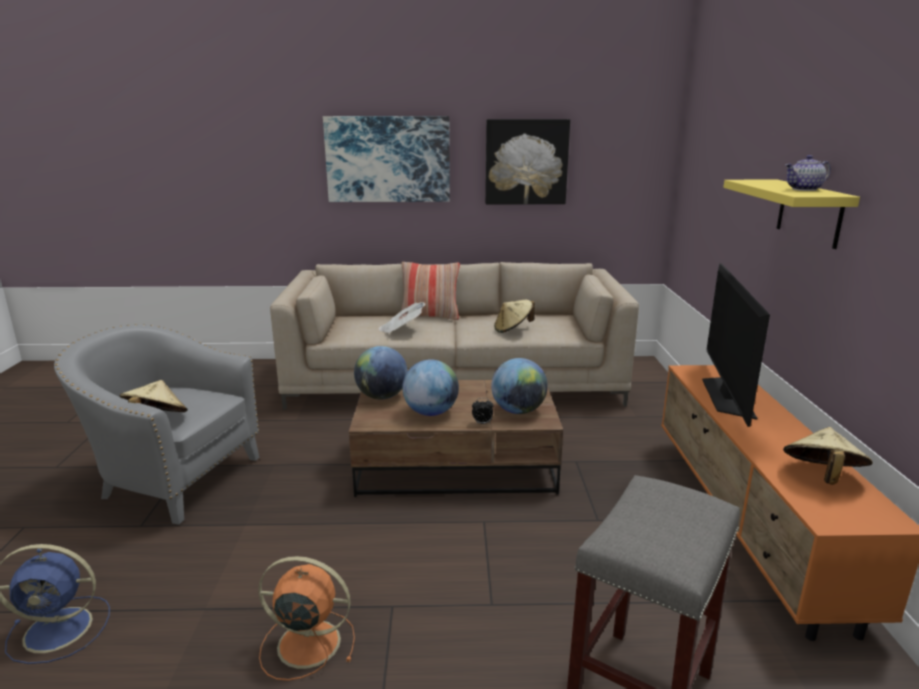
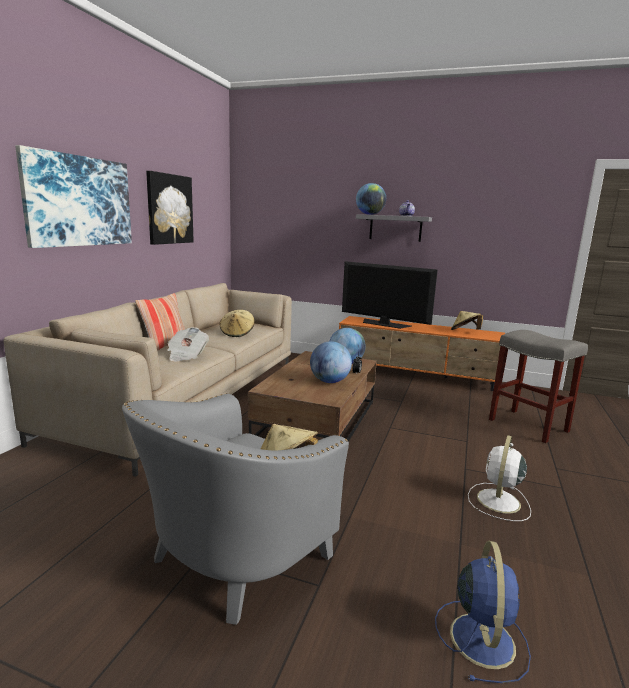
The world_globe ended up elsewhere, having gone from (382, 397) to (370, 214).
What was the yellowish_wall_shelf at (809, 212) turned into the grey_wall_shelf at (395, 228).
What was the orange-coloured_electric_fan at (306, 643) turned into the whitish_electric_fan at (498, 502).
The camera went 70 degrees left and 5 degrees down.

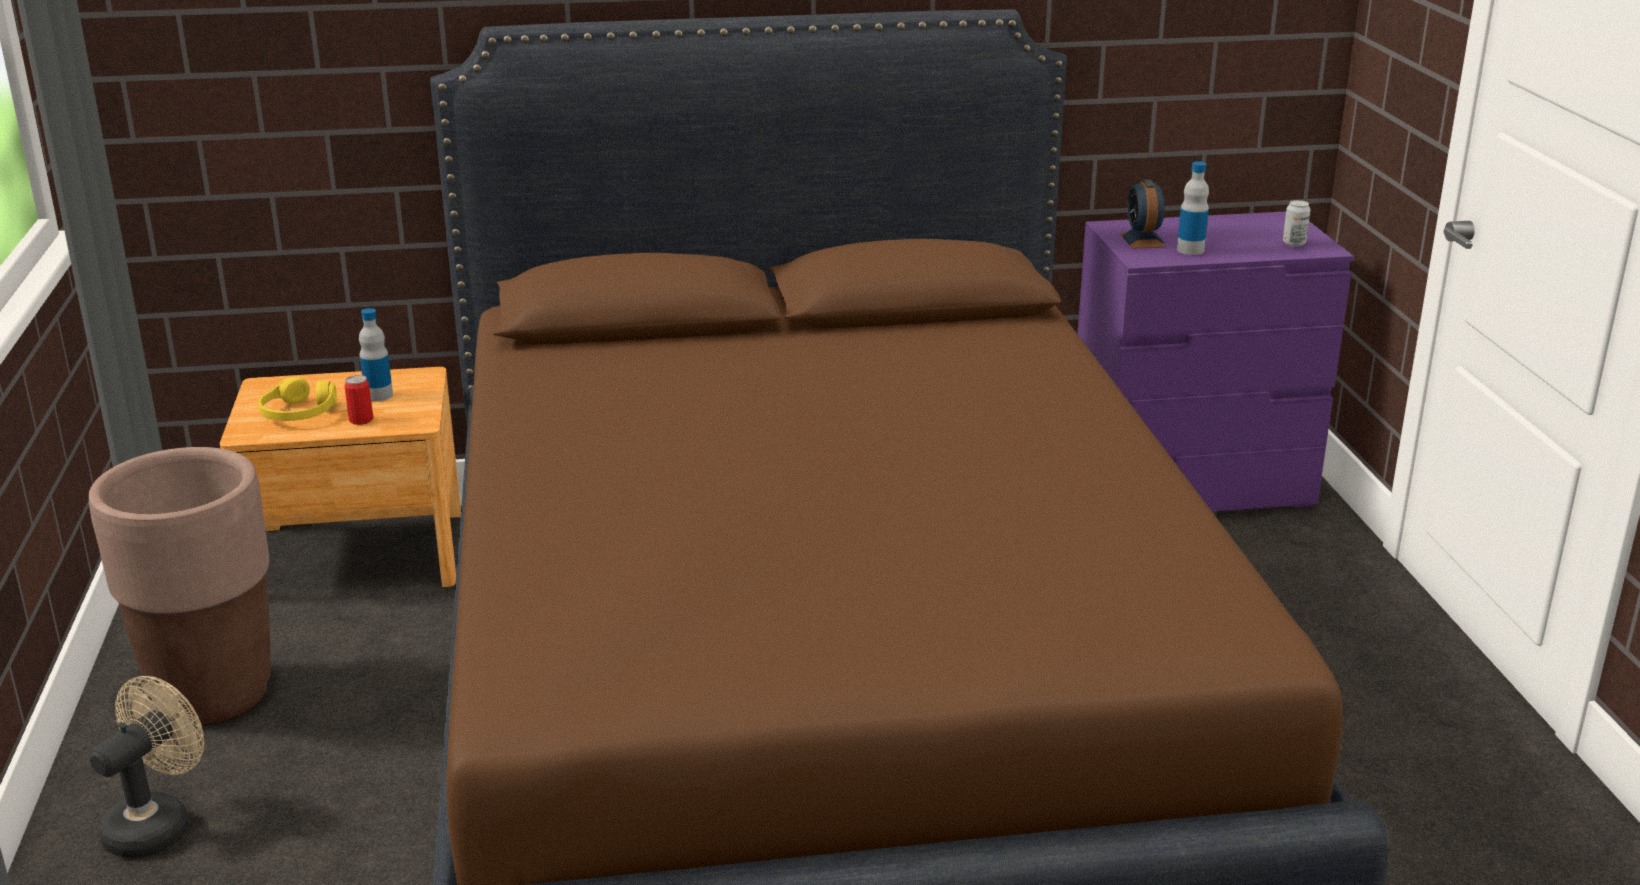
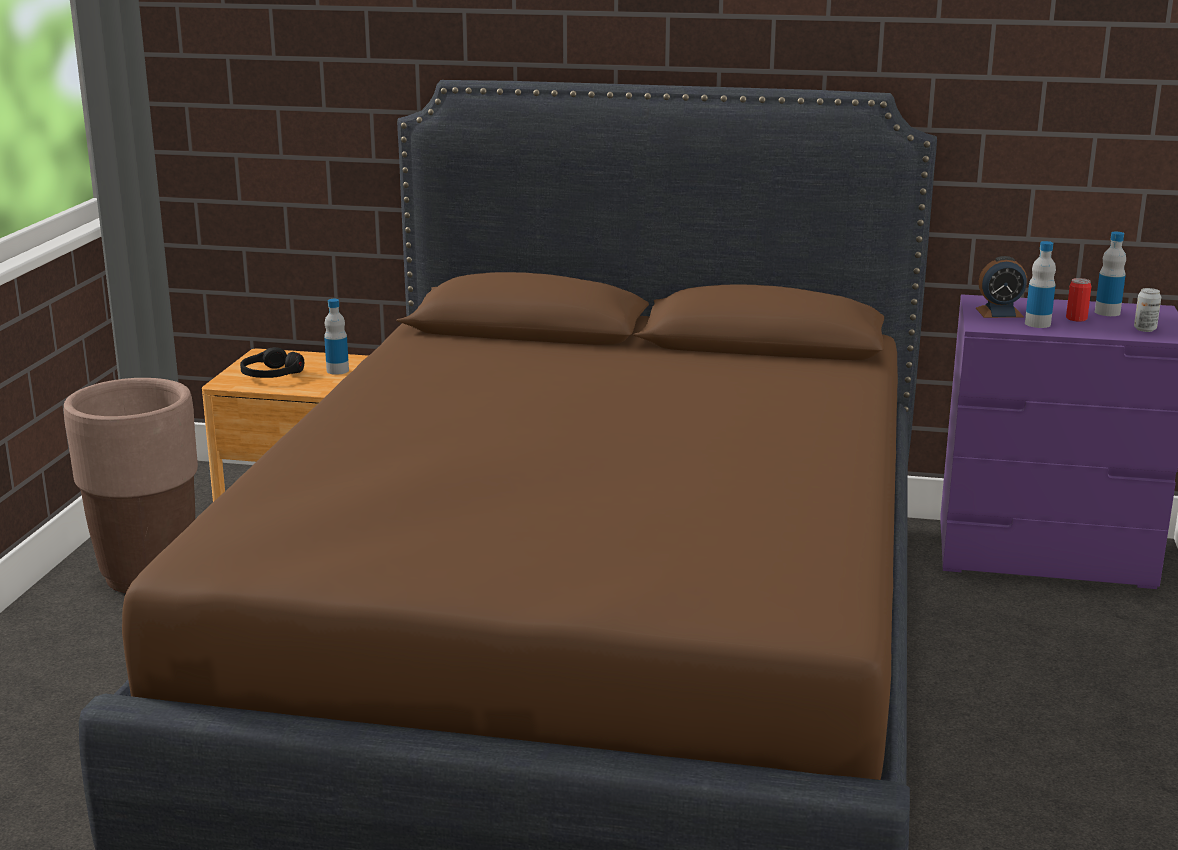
What was the yellowish_pair_of_headphones at (298, 413) turned into the black-coloured_pair_of_headphones at (271, 375).
The bedside_clock at (1142, 240) ended up facing another way, 105 degrees counterclockwise from before.
The metal_can ended up elsewhere, having gone from (361, 420) to (1076, 318).
The second view gained the drink_bottle at (1107, 312).
The second view lost the beige_electric_fan at (157, 824).
The camera went 20 degrees right and 5 degrees down.

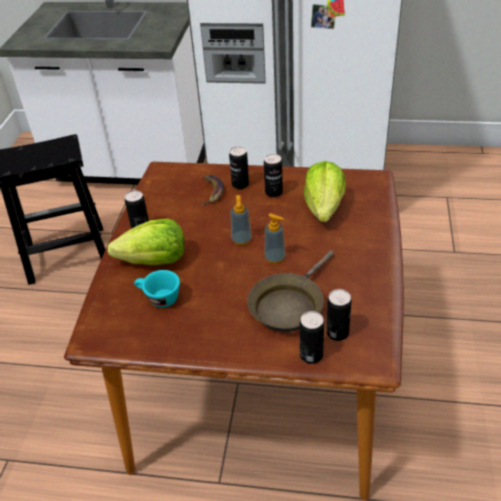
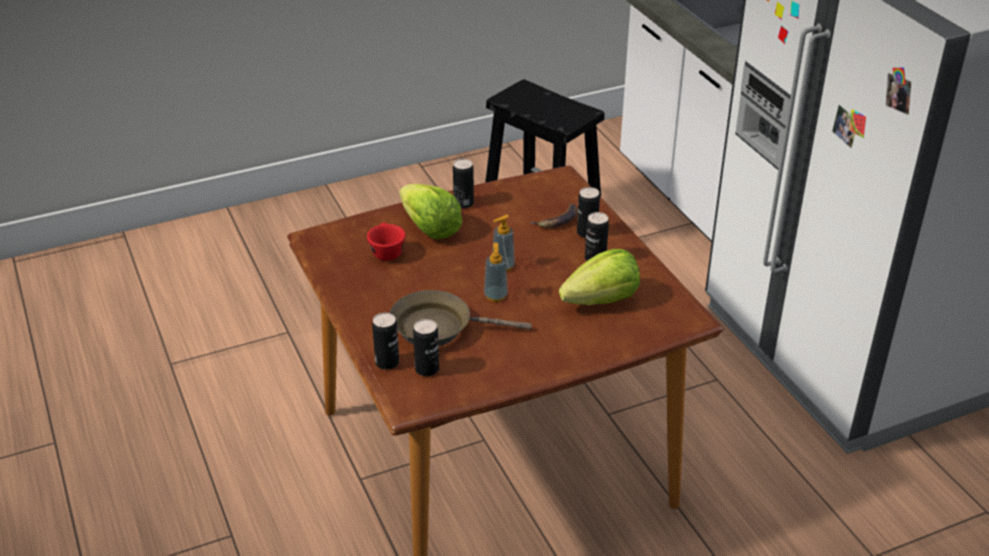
What was the turquoise-coloured_cup at (158, 298) turned into the reddish_cup at (386, 251).
The camera went 55 degrees right and 5 degrees down.

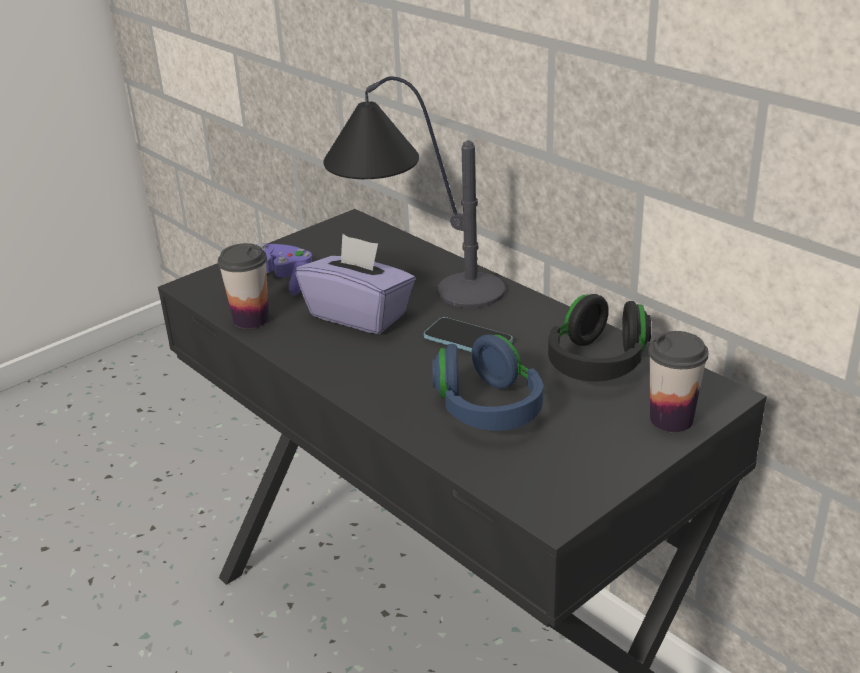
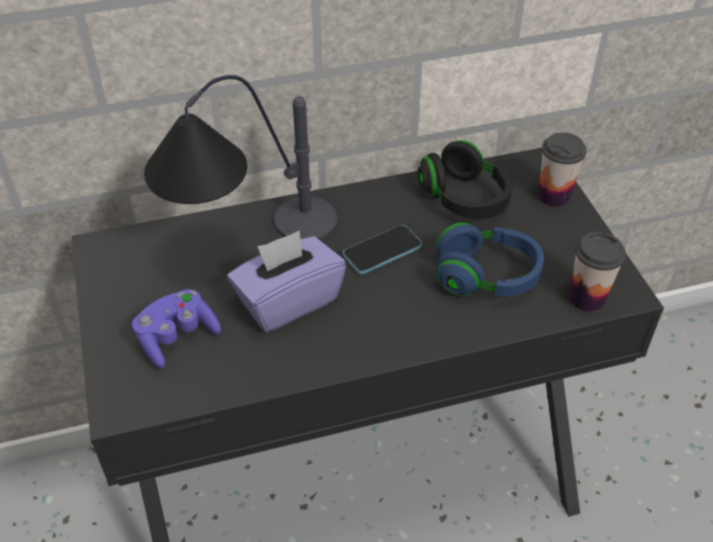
The cup ended up elsewhere, having gone from (251, 319) to (587, 298).
The camera went 65 degrees left and 15 degrees up.

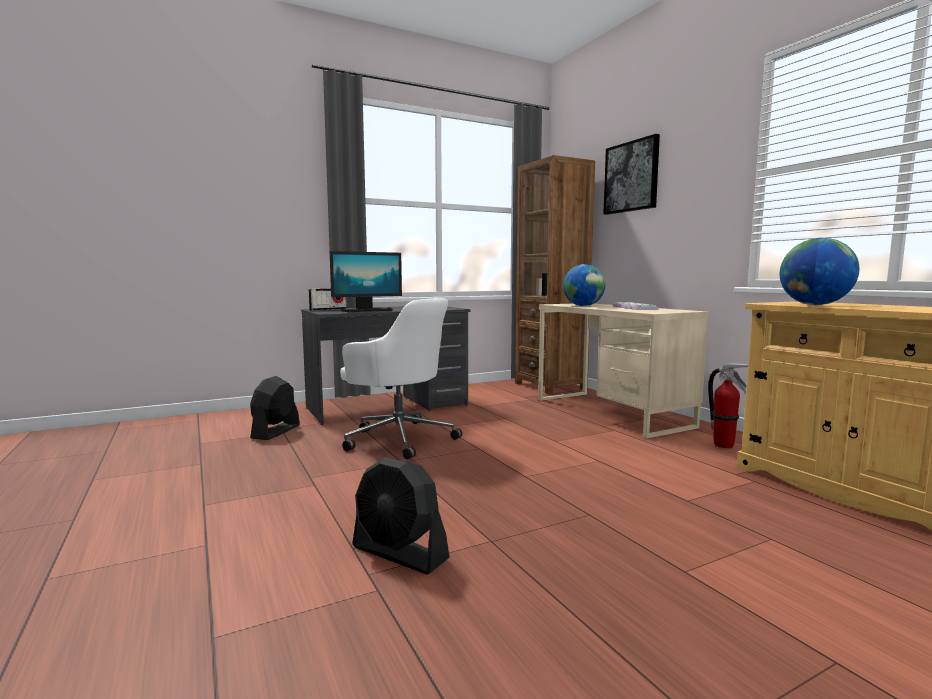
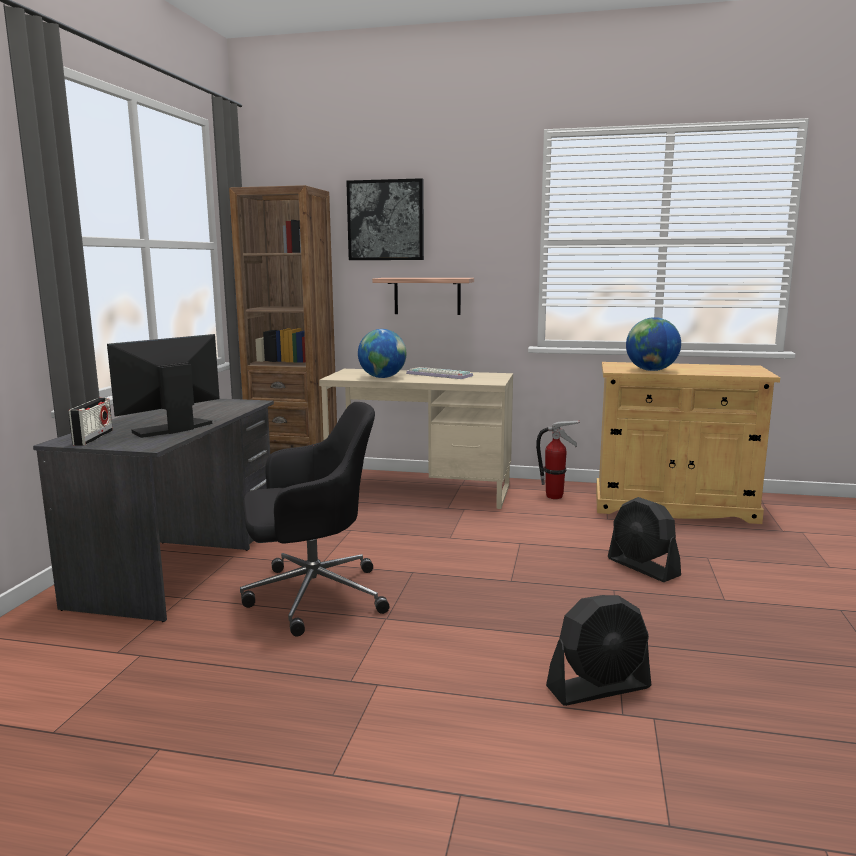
The computer_screen at (367, 310) ended up facing another way, 150 degrees counterclockwise from before.
What was the whitish_desk_chair at (399, 438) turned into the black-coloured_desk_chair at (312, 596).
The second view gained the wall_shelf at (427, 296).
The black-coloured_electric_fan ended up elsewhere, having gone from (275, 431) to (643, 567).
The camera went 50 degrees left and 5 degrees up.

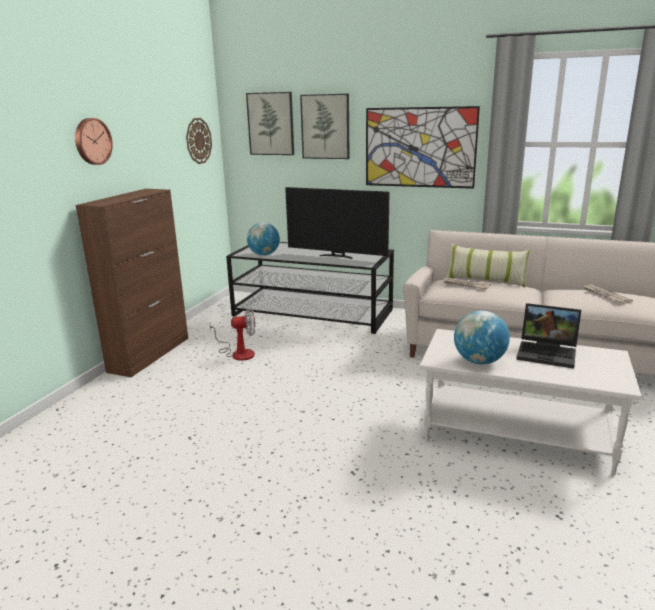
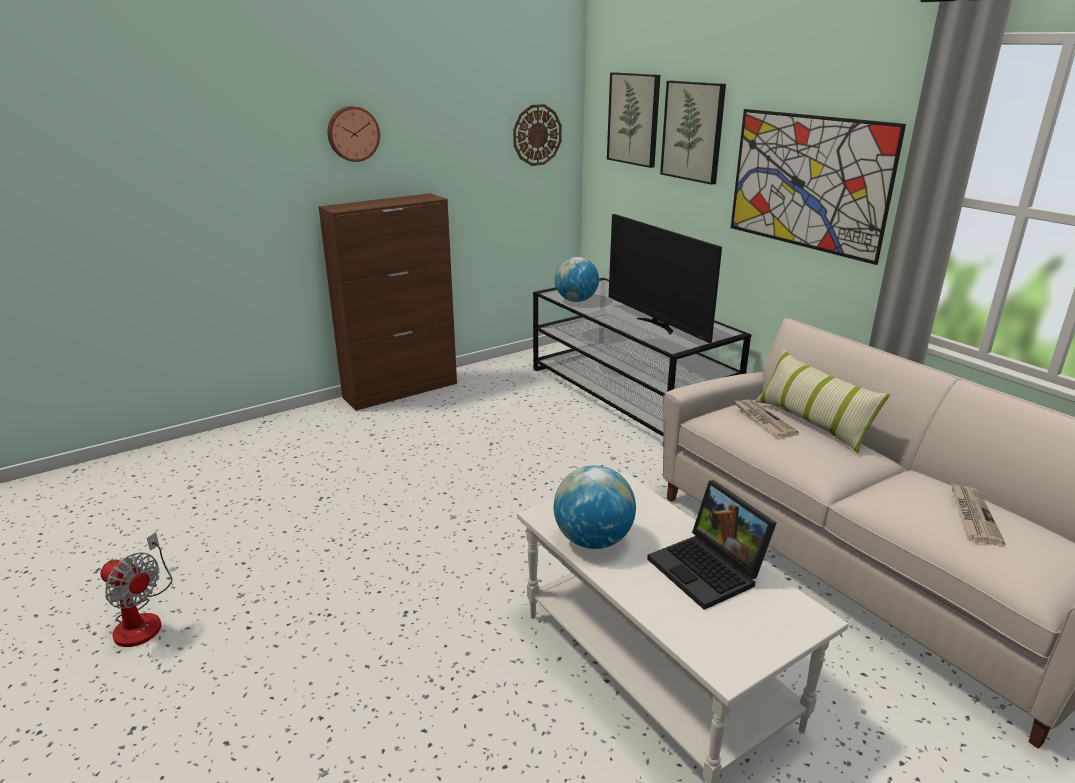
The electric_fan ended up elsewhere, having gone from (238, 353) to (142, 619).
The camera went 35 degrees right and 5 degrees up.

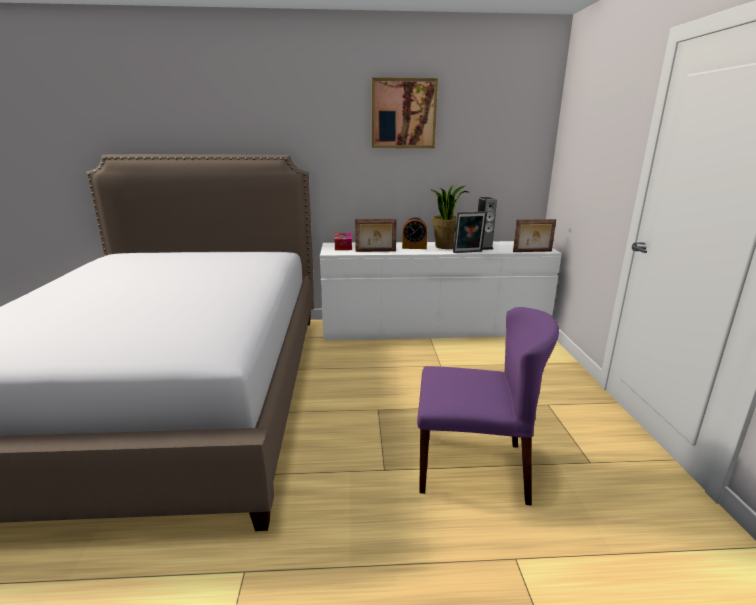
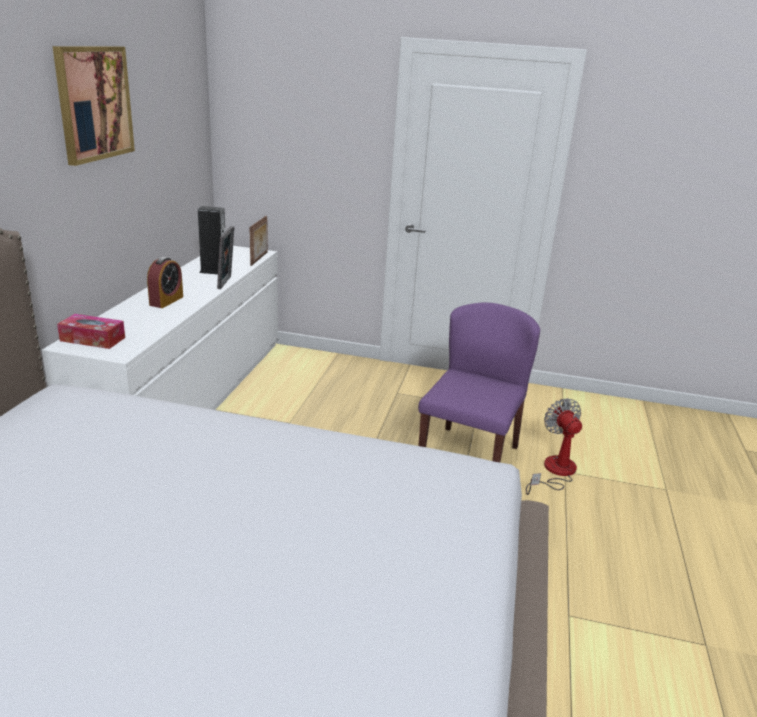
The second view gained the electric_fan at (554, 472).
The second view lost the standing_frame at (375, 251).
The second view lost the plant_in_a_pot at (446, 246).
The camera went 75 degrees left and 5 degrees up.

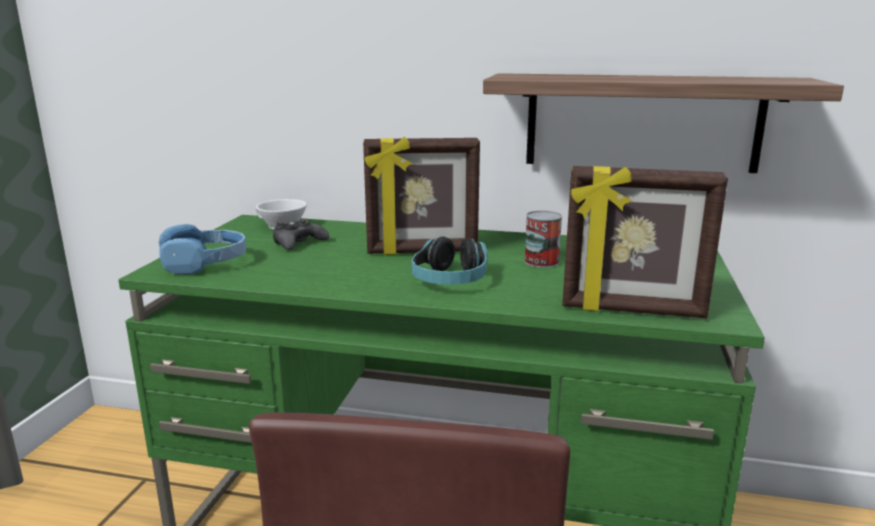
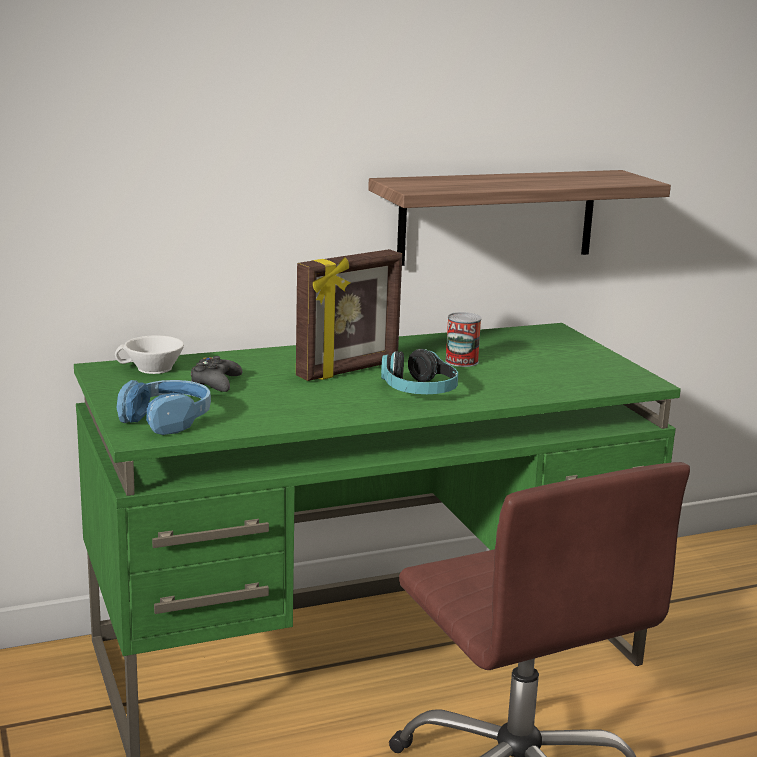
The second view lost the standing_frame at (632, 311).
The camera went 35 degrees left and 0 degrees up.

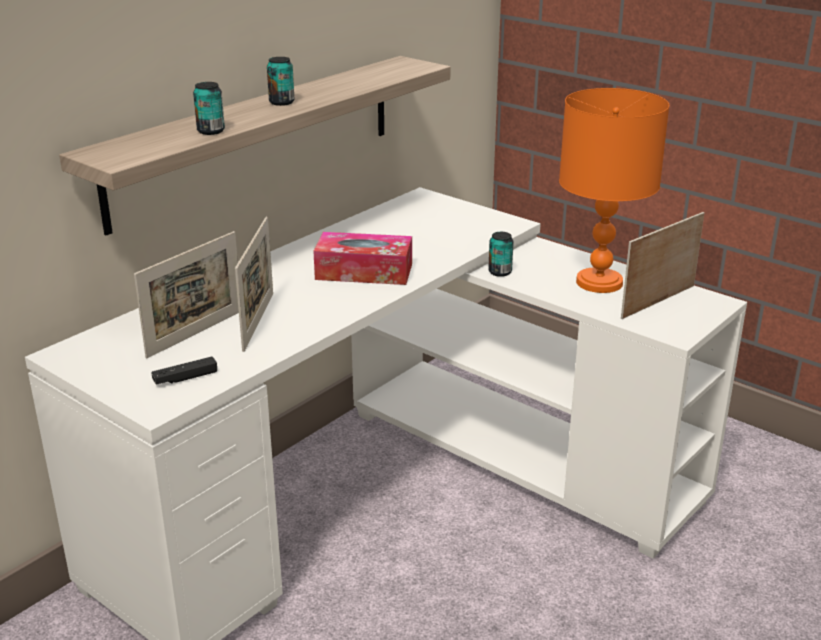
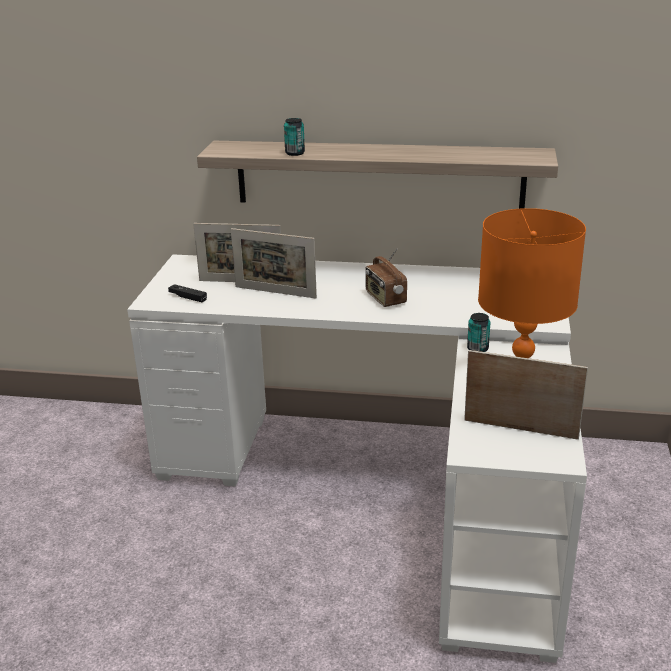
The standing_frame at (258, 321) ended up facing another way, 45 degrees clockwise from before.
Where the box_of_tissues stood at (364, 272), the radio came to stand at (385, 299).
The second view lost the metal_can at (281, 102).
The camera went 60 degrees right and 0 degrees up.

